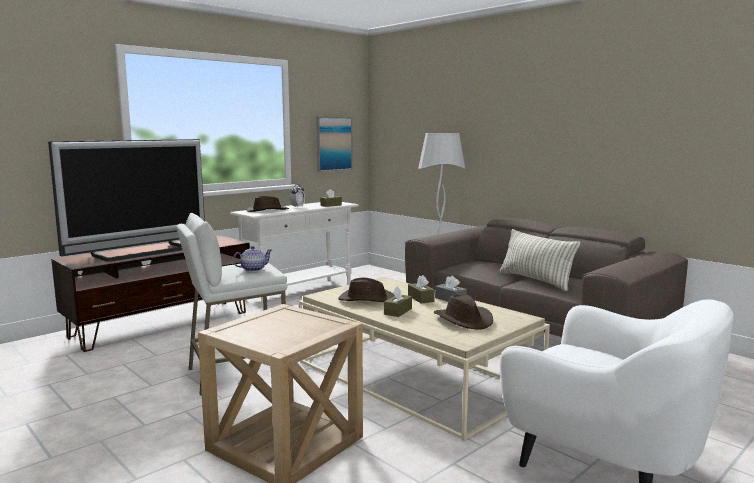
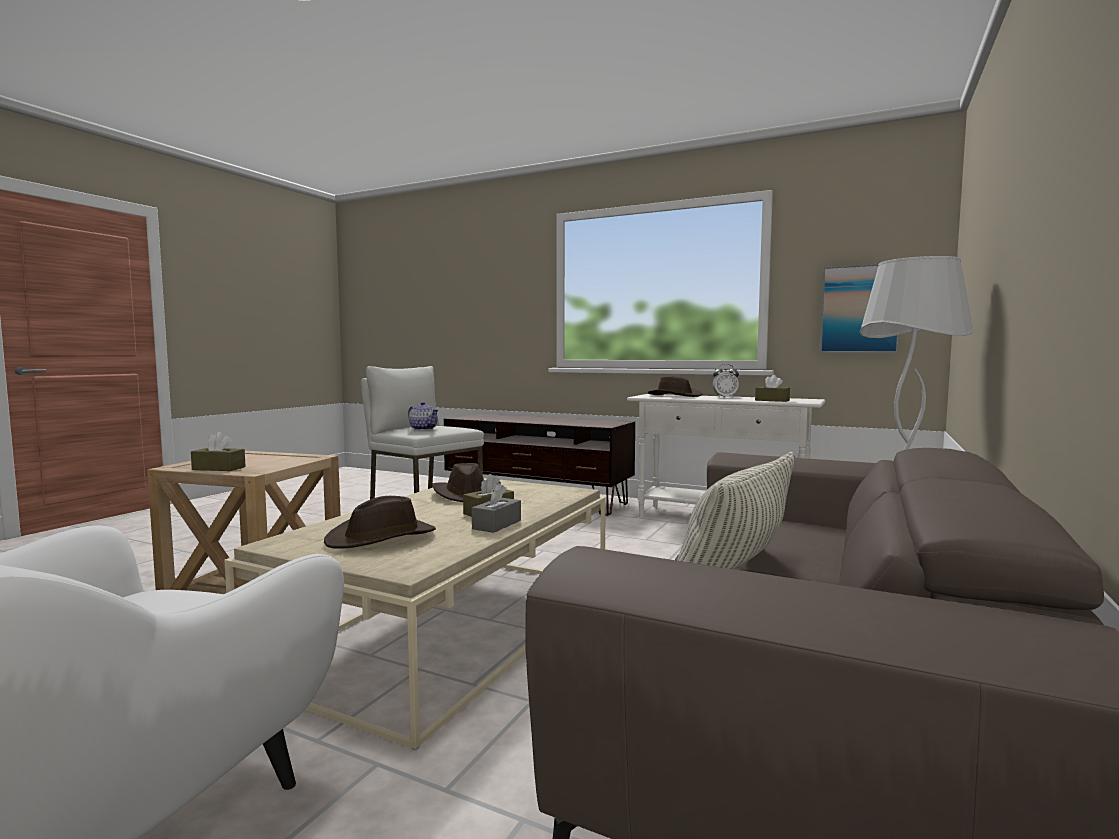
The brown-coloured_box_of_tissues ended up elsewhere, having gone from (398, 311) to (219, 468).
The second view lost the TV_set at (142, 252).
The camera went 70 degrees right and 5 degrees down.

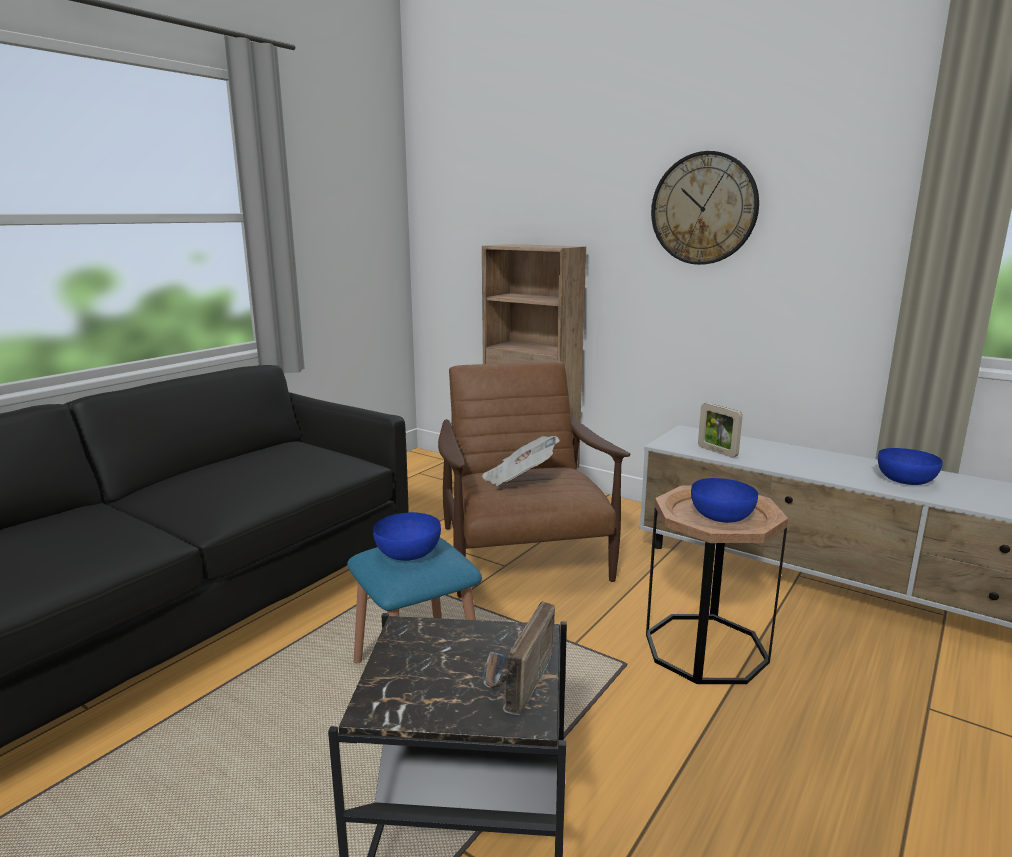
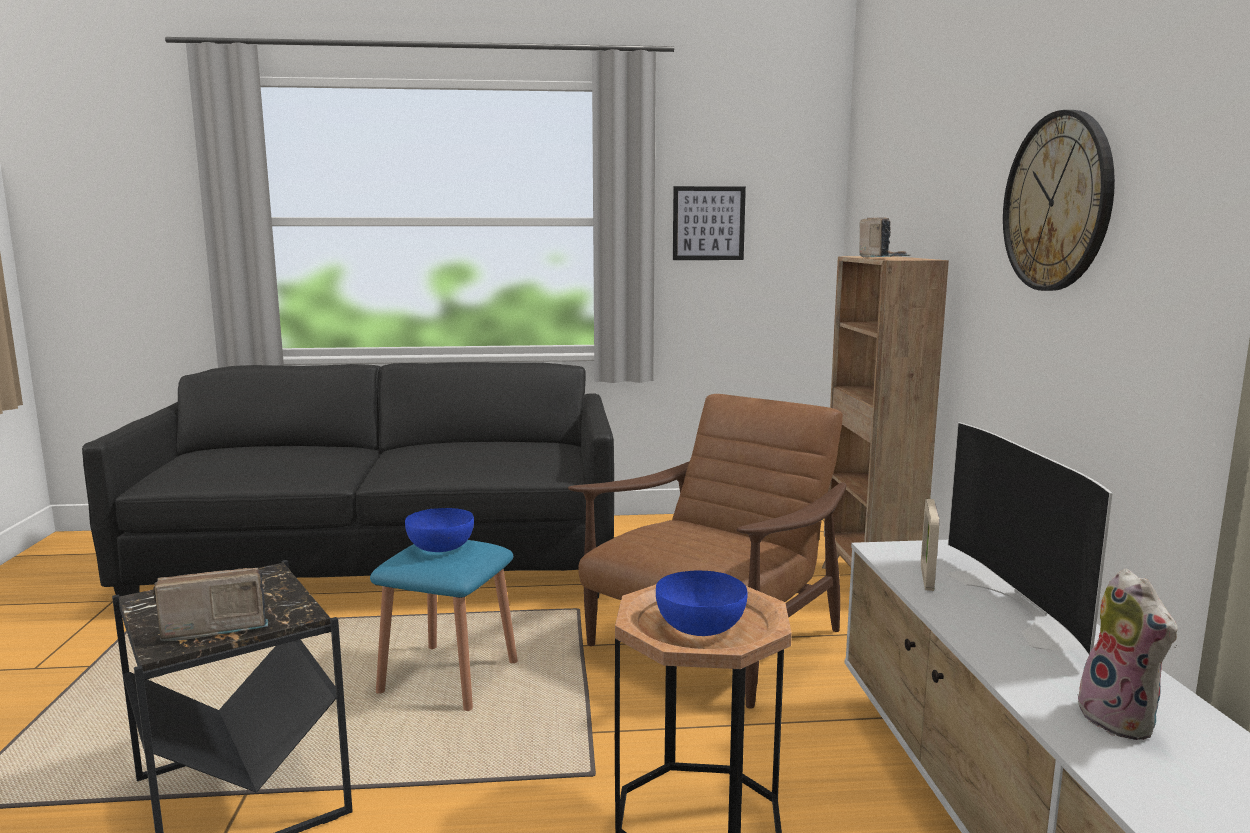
The second view gained the picture at (708, 223).
The second view gained the radio at (881, 258).
The second view gained the TV_set at (1025, 606).
Where the blue_deep_dish stood at (905, 480), the plush_toy came to stand at (1122, 720).
The second view lost the newspaper at (519, 479).
The camera went 50 degrees right and 5 degrees down.

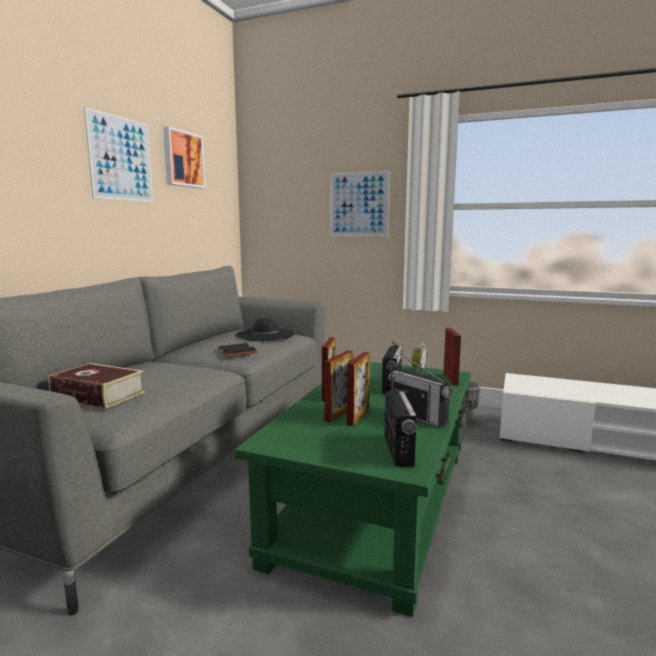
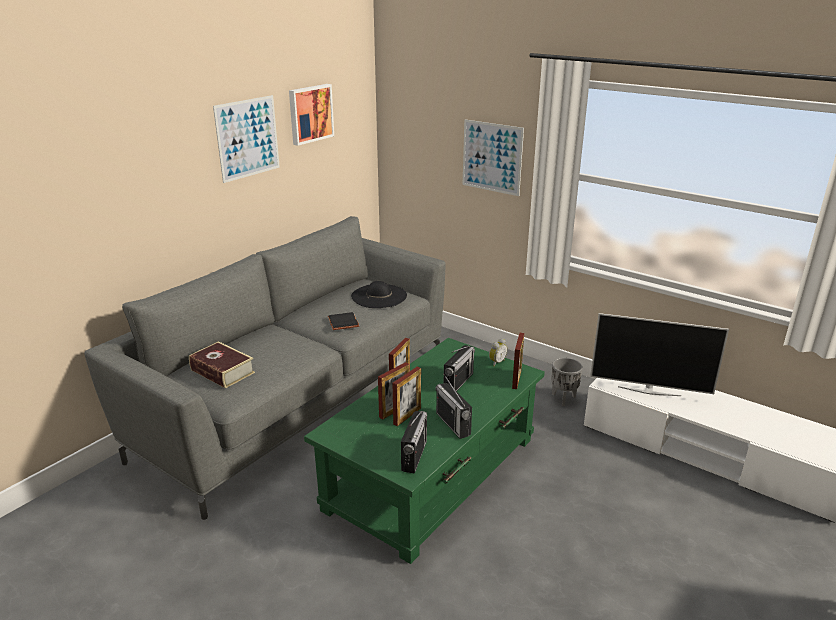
The second view gained the TV_set at (649, 391).
The camera went 15 degrees right and 15 degrees up.

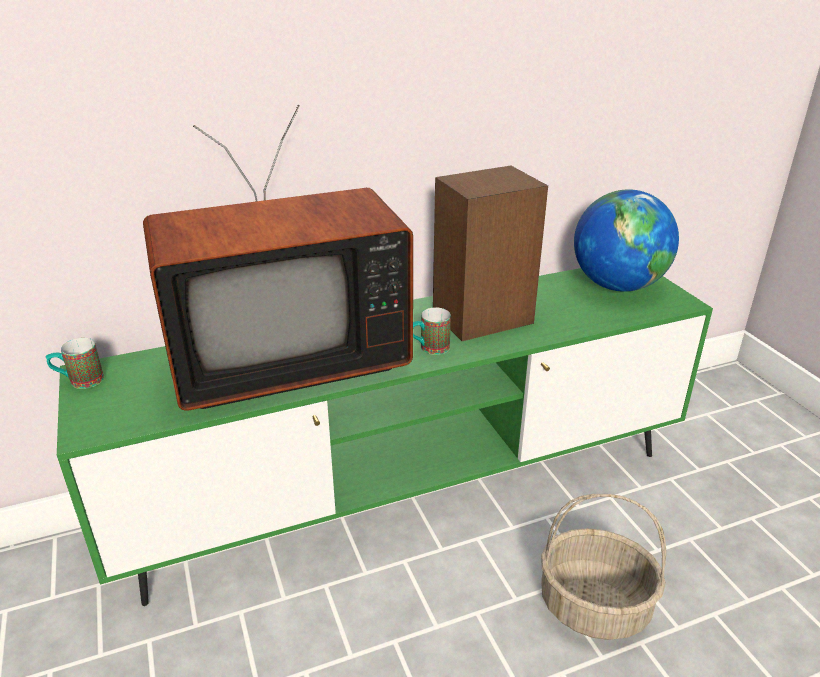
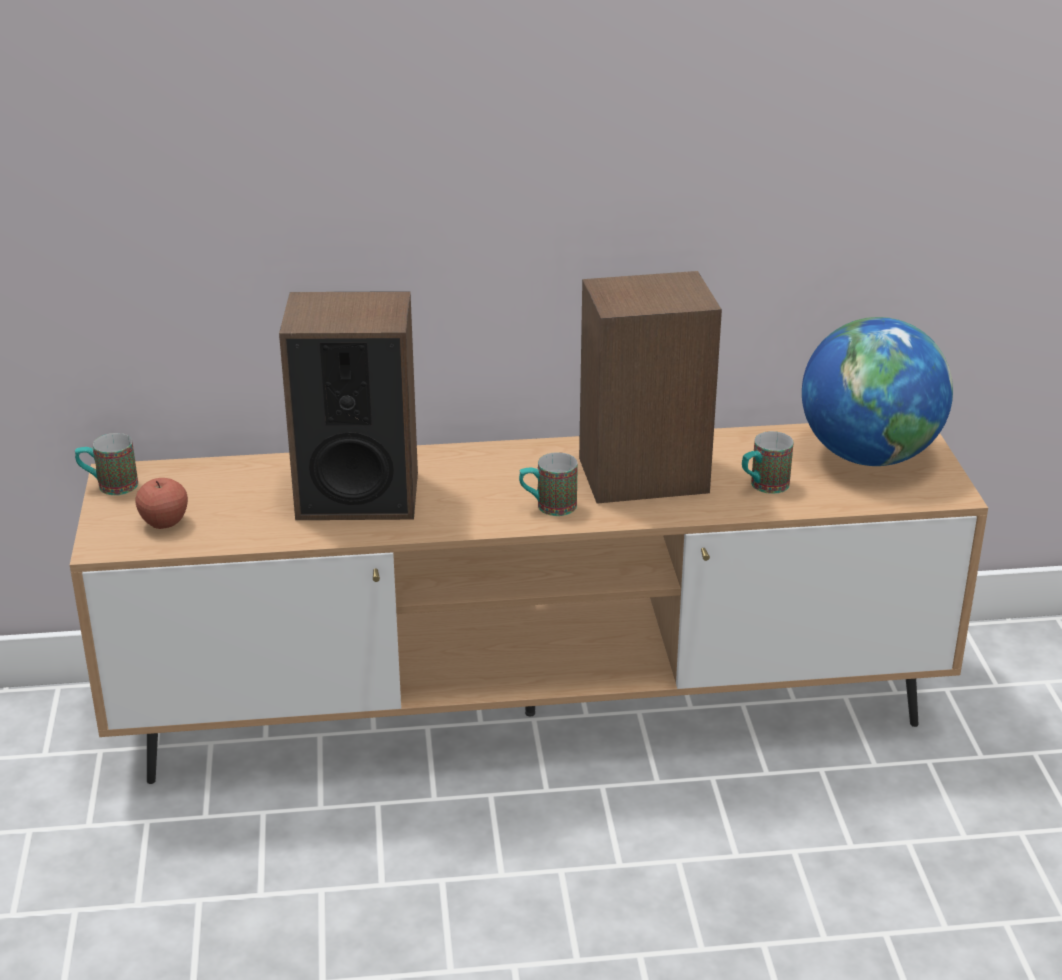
What was the green_tv_stand at (408, 493) turned into the brown-coloured_tv_stand at (530, 714).
The second view gained the apple_fruit at (164, 522).
Where the TV_set stood at (284, 360), the speaker came to stand at (357, 495).
The second view gained the coffee_mug at (763, 486).
The second view lost the storage_basket at (593, 607).
The camera went 15 degrees right and 0 degrees up.

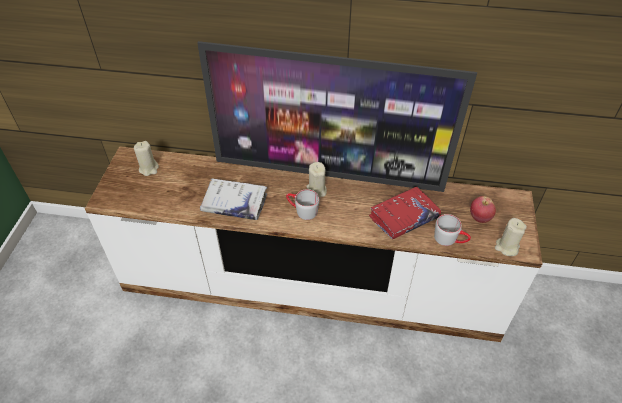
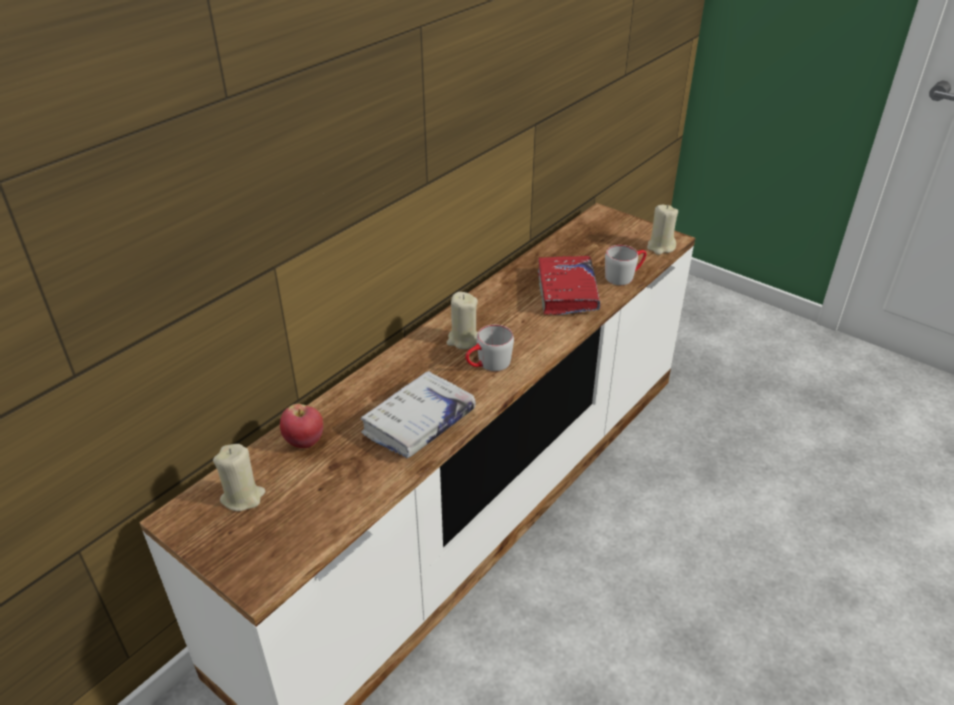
The apple_fruit ended up elsewhere, having gone from (479, 218) to (304, 441).
The second view lost the TV_set at (329, 173).
The camera went 60 degrees left and 10 degrees down.

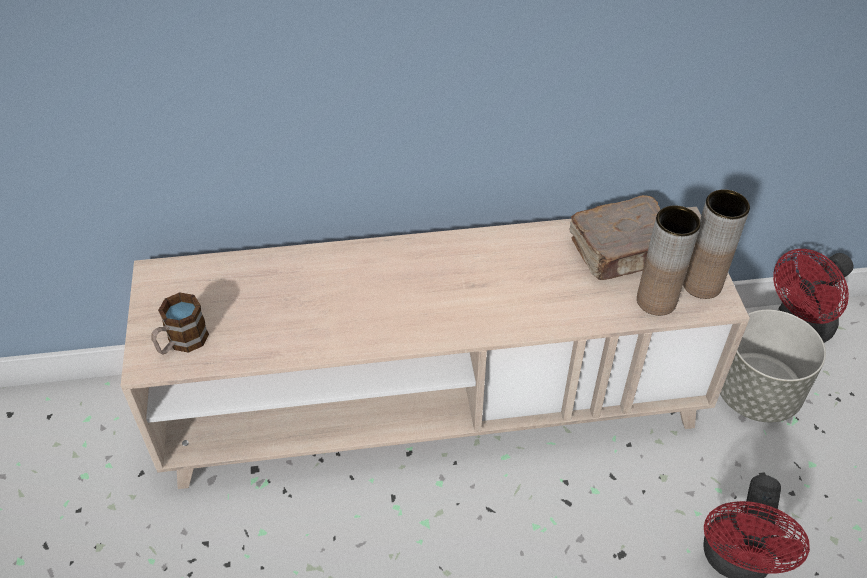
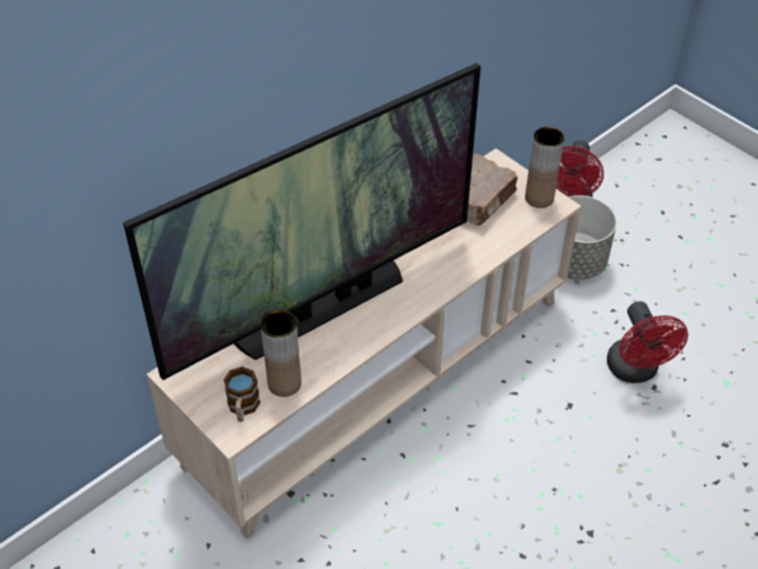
The second view gained the TV_set at (320, 307).
The brown-coloured_flower_vase ended up elsewhere, having gone from (656, 301) to (284, 383).
The camera went 35 degrees left and 0 degrees up.

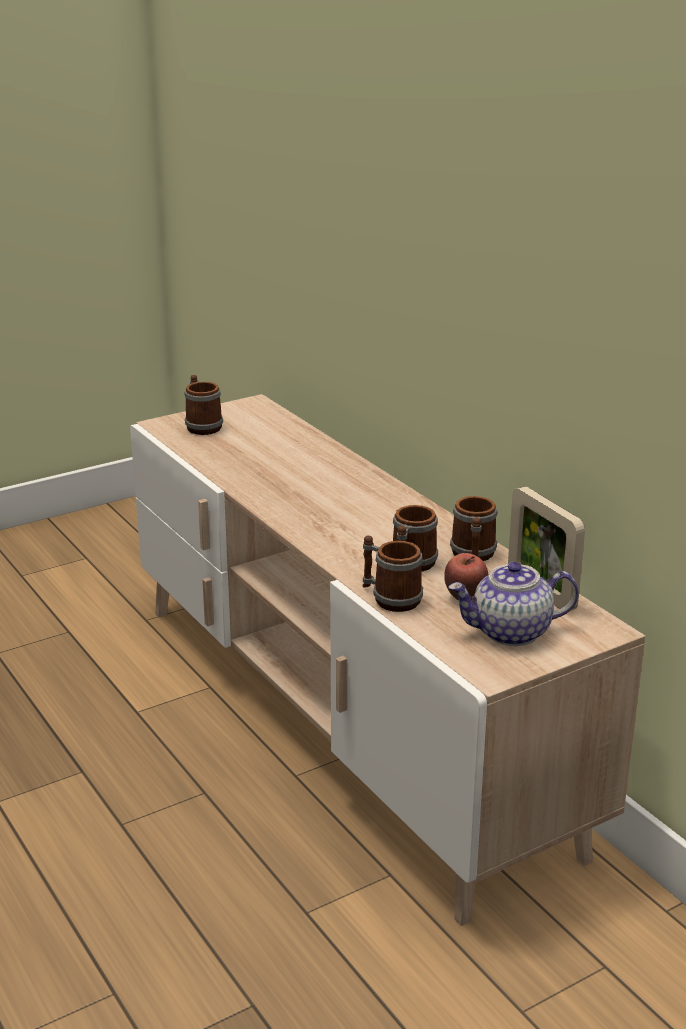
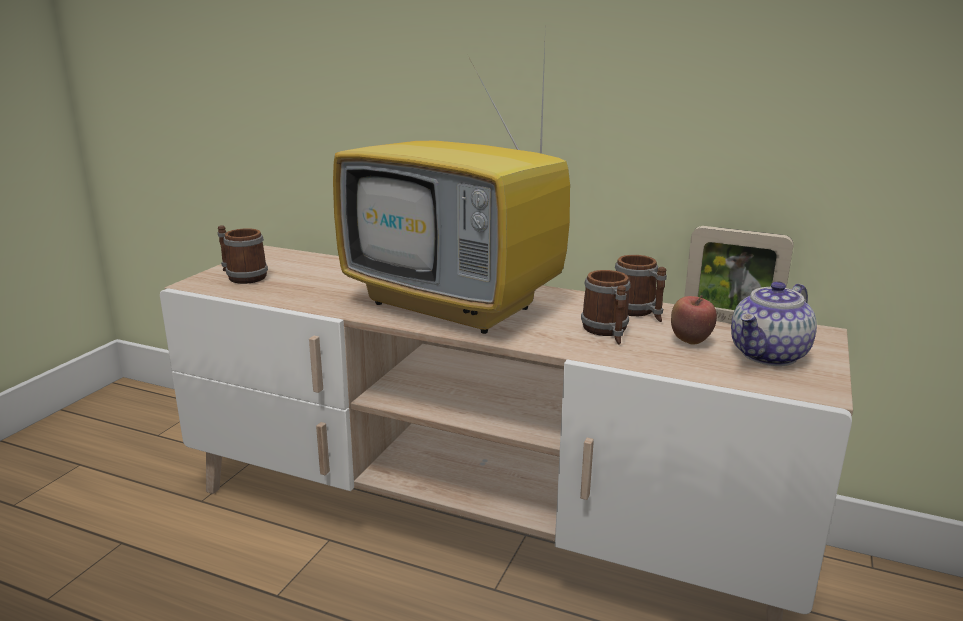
The second view gained the TV_set at (457, 305).
The second view lost the coffee_mug at (390, 598).
The camera went 35 degrees left and 5 degrees down.

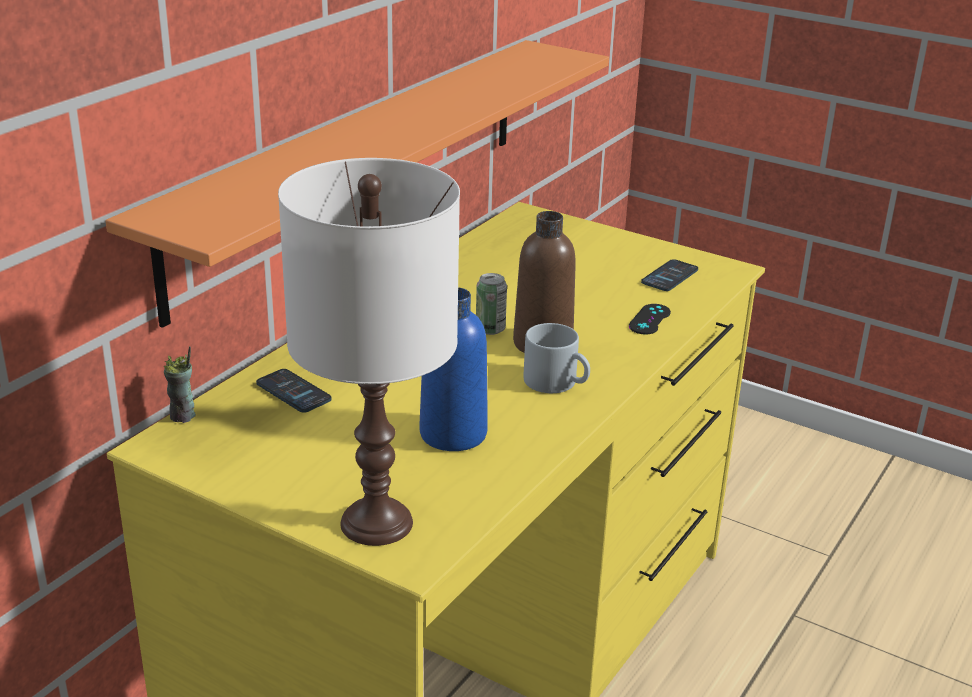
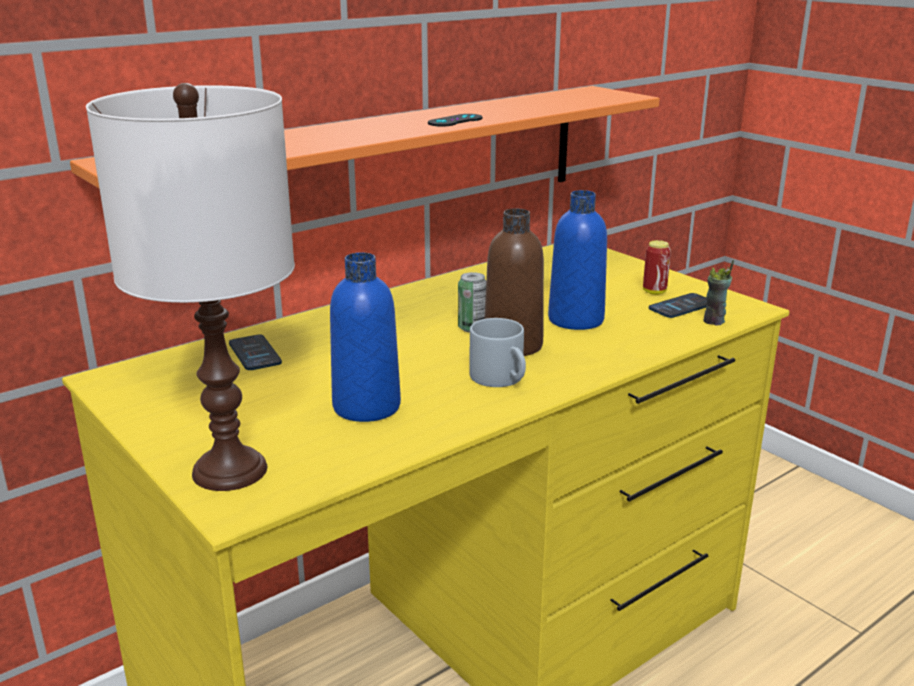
The black-coloured_game_controller ended up elsewhere, having gone from (649, 319) to (455, 121).
The second view gained the blue_drink_bottle at (575, 320).
The second view gained the metal_can at (654, 292).
The cup ended up elsewhere, having gone from (183, 416) to (714, 321).
The camera went 20 degrees right and 5 degrees down.

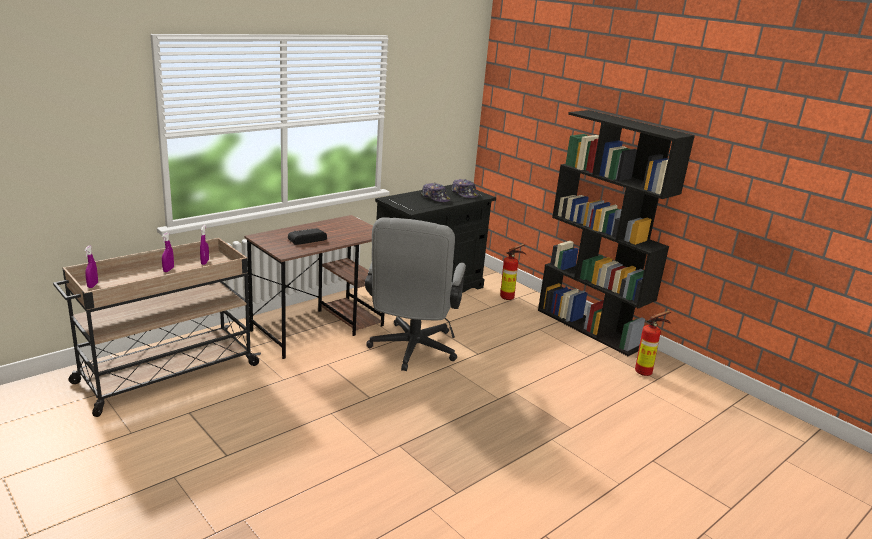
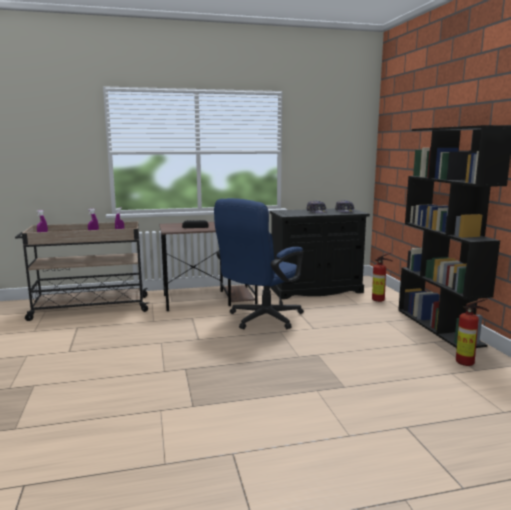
What was the grey_desk_chair at (411, 351) turned into the blue_desk_chair at (260, 319).
The camera went 30 degrees right and 10 degrees down.

